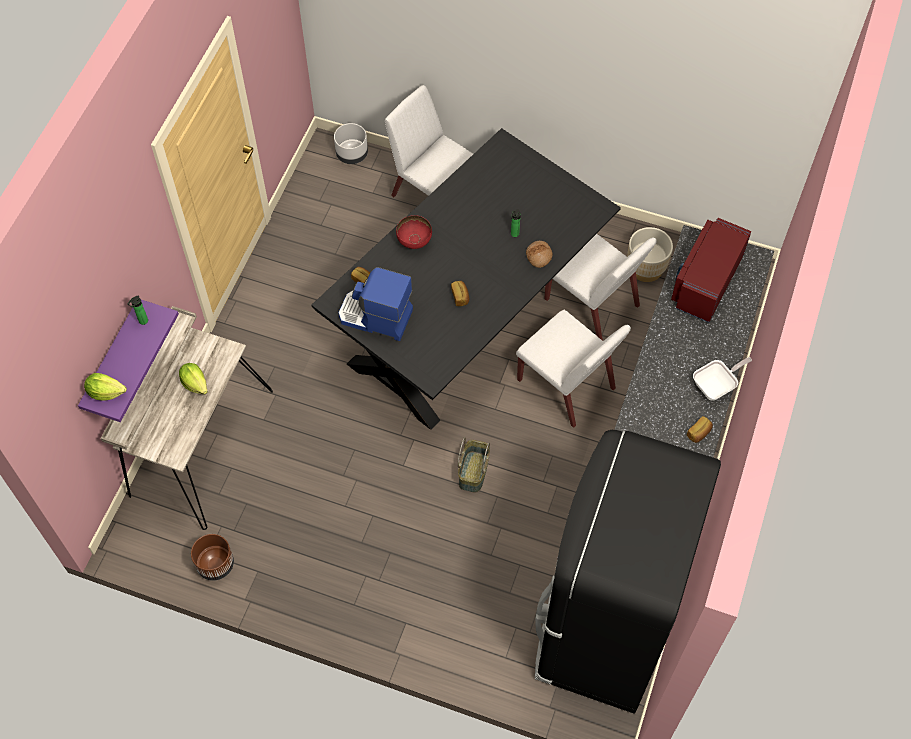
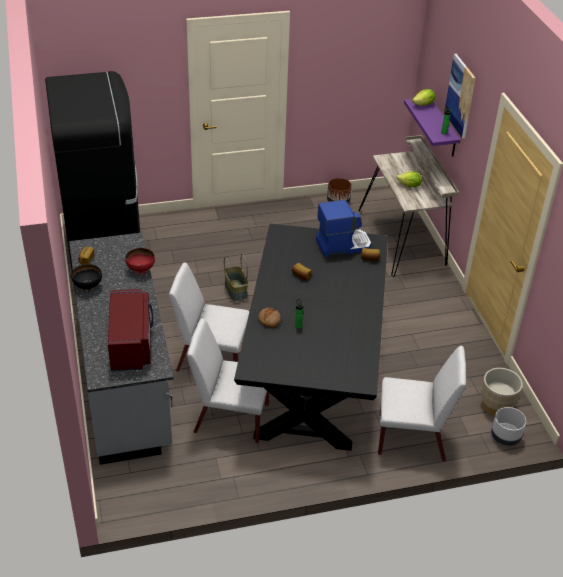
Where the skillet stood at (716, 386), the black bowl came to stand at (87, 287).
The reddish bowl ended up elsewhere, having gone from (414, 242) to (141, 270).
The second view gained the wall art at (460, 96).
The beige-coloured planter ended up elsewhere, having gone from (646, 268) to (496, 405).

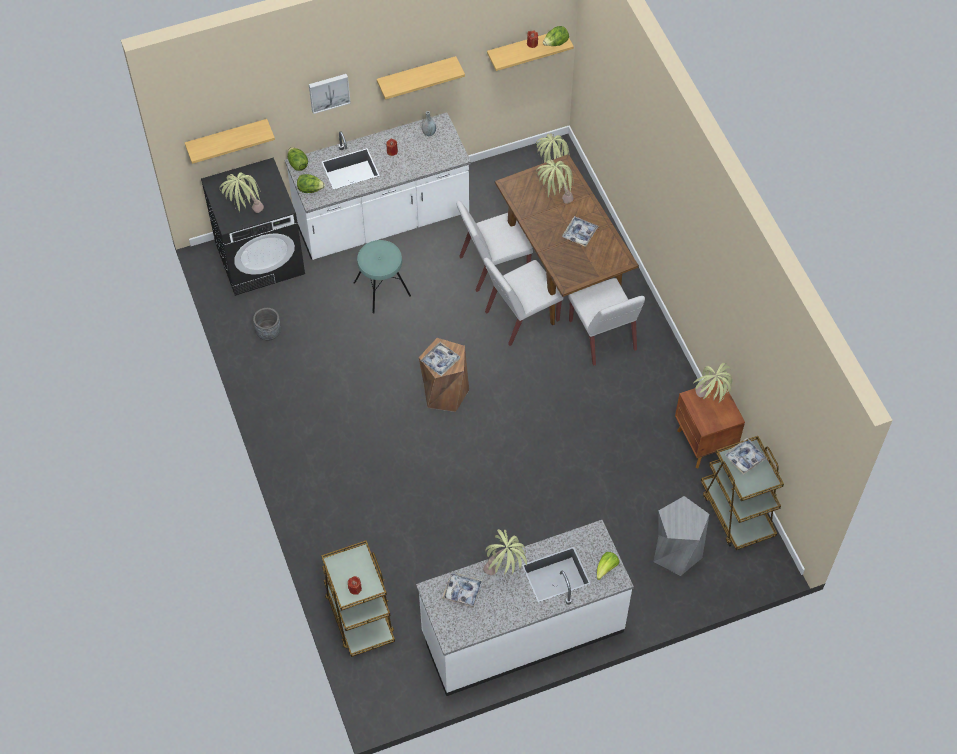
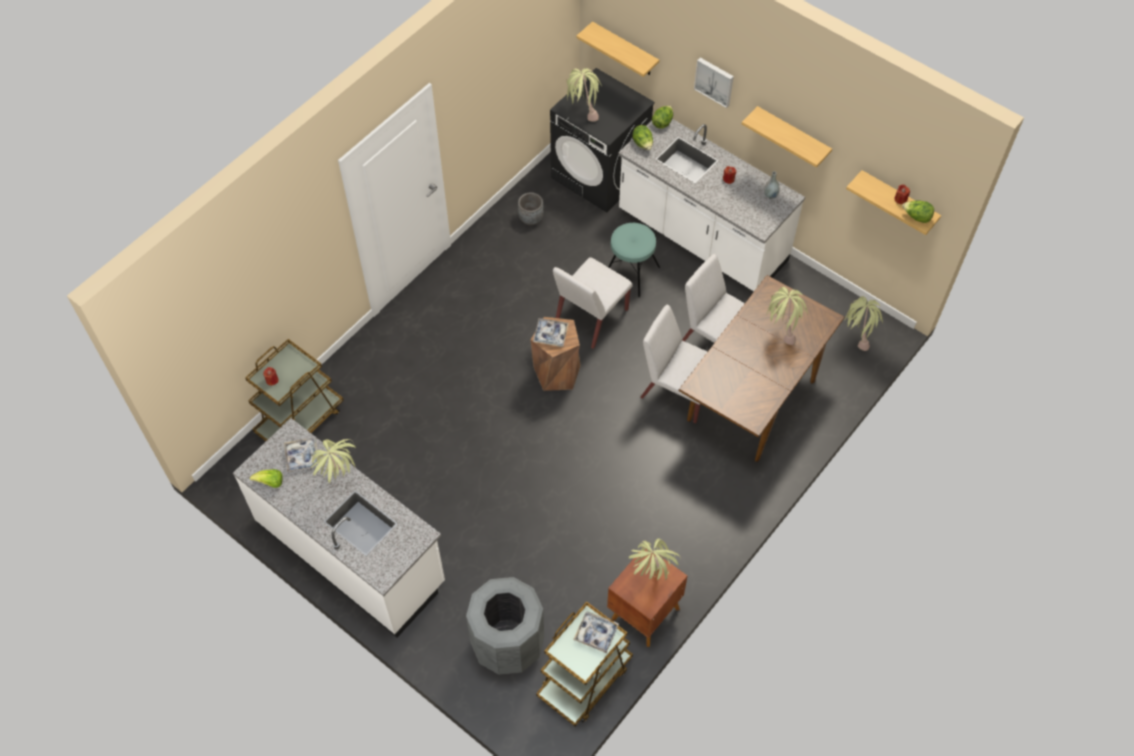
The lettuce ended up elsewhere, having gone from (606, 568) to (270, 482).
Where the grey sitting stool stood at (676, 552), the grey trash can came to stand at (508, 644).
The white plain chair ended up elsewhere, having gone from (603, 336) to (590, 318).
The second view lost the carrying tray at (579, 233).

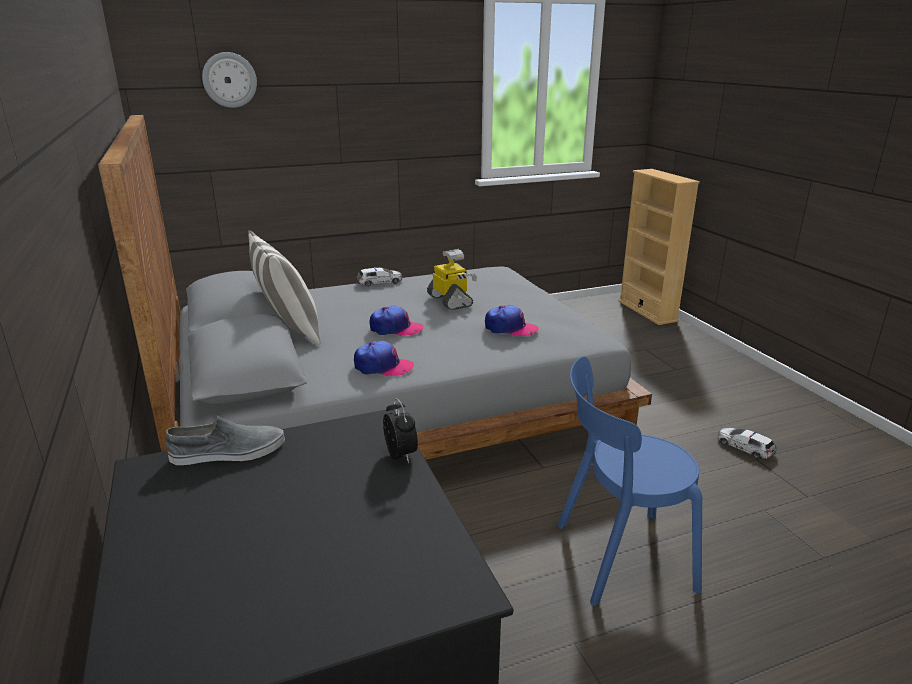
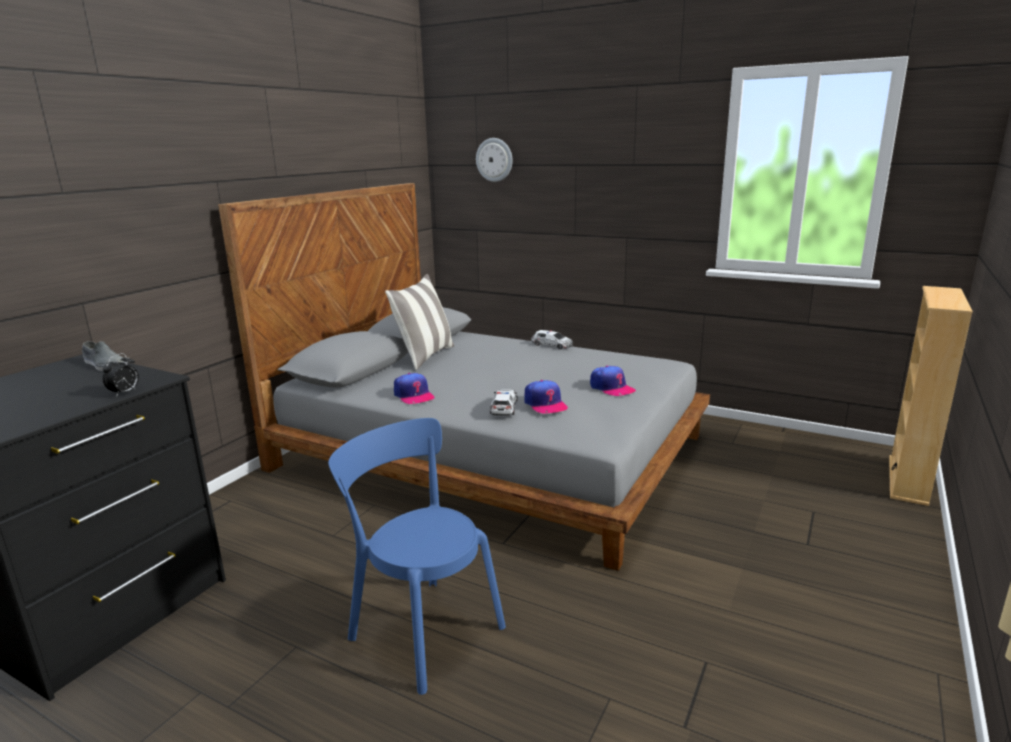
The toy car ended up elsewhere, having gone from (744, 447) to (504, 407).
The cap ended up elsewhere, having gone from (395, 329) to (611, 388).
The second view lost the toy robot at (450, 301).

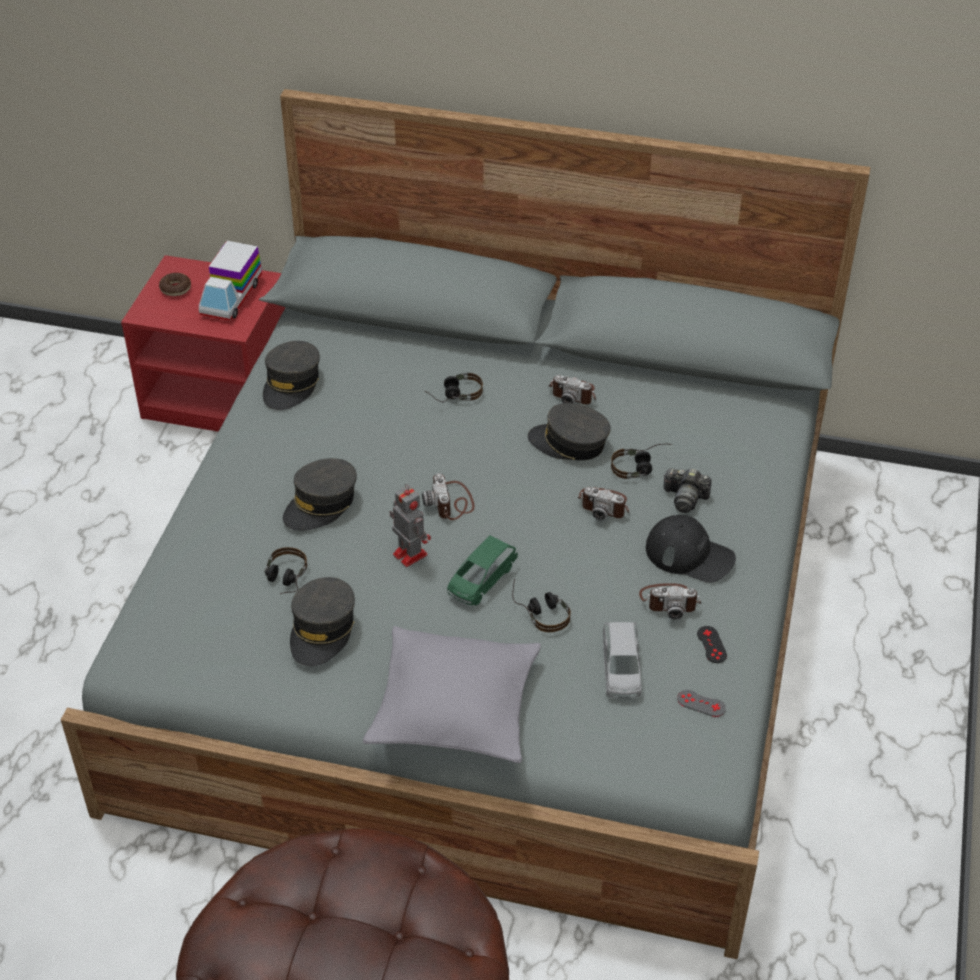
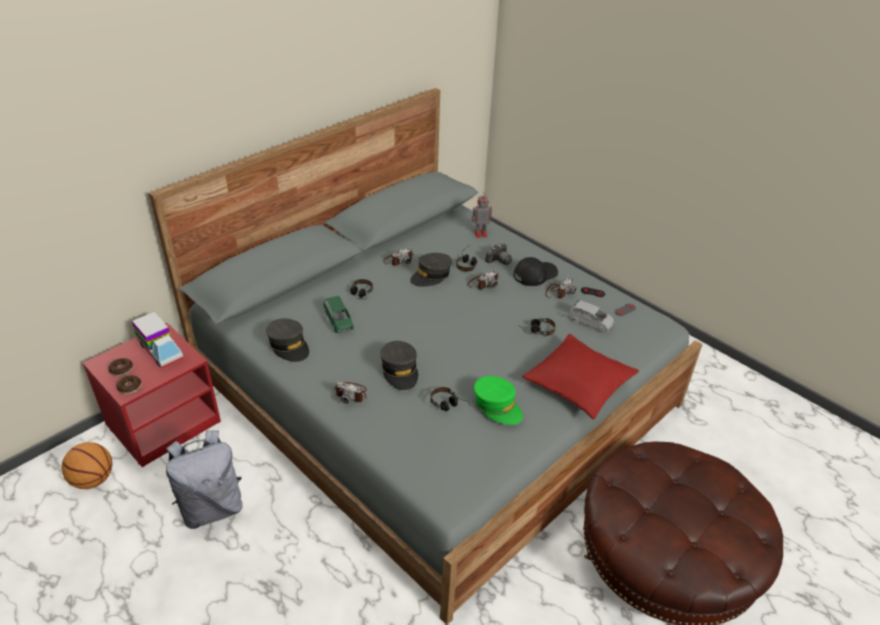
The second view gained the basketball at (93, 479).
The second view gained the donut at (130, 387).
The second view gained the grey backpack at (212, 507).
The green-coloured toy car ended up elsewhere, having gone from (481, 580) to (338, 321).
The still camera ended up elsewhere, having gone from (451, 502) to (351, 393).
The toy robot ended up elsewhere, having gone from (409, 553) to (479, 233).
What was the grey cap at (322, 630) turned into the green-coloured cap at (497, 406).
What was the grey pillow at (454, 707) turned into the reddish pillow at (578, 383).

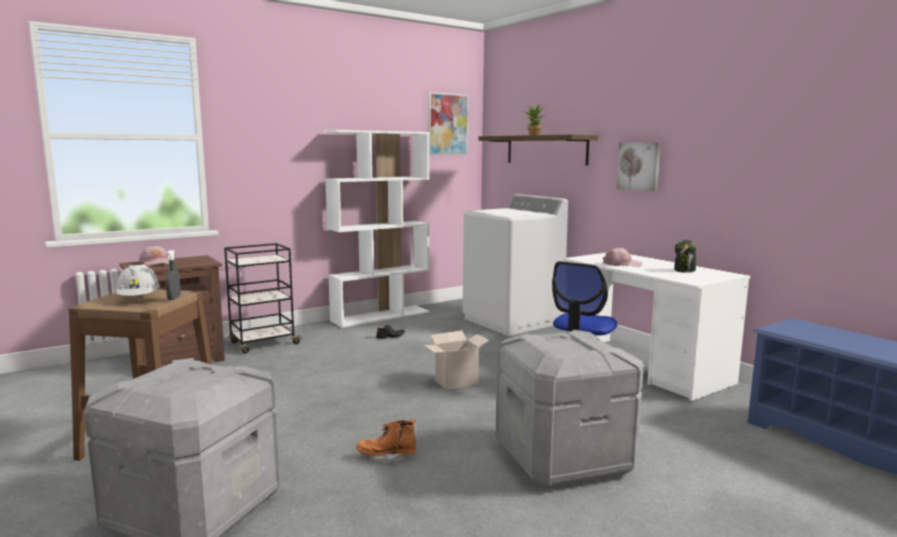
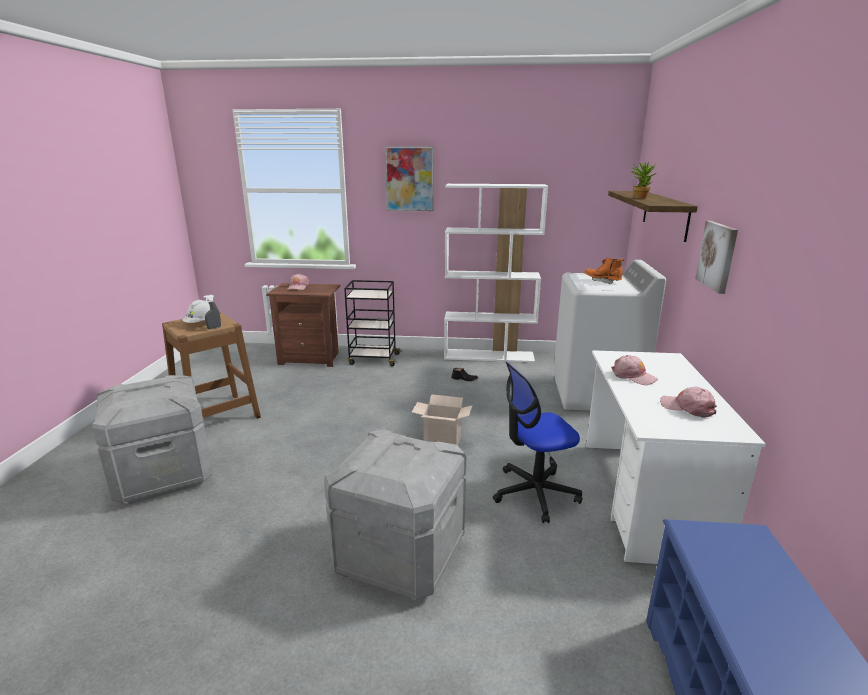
The wall art ended up elsewhere, having gone from (447, 124) to (409, 179).
The orange-coloured tall boot ended up elsewhere, having gone from (387, 457) to (602, 281).
Where the storage jar stood at (684, 270), the pink cap came to stand at (687, 407).

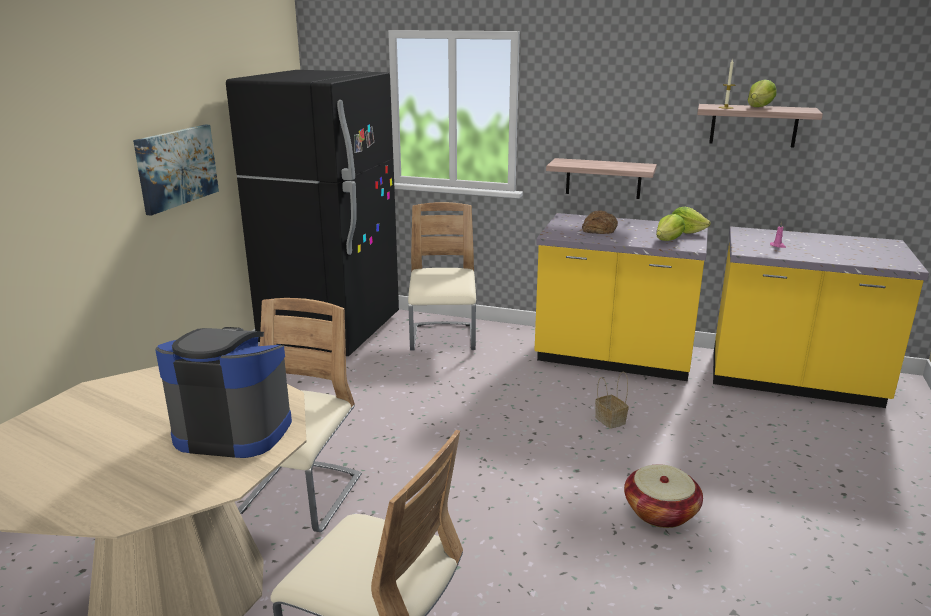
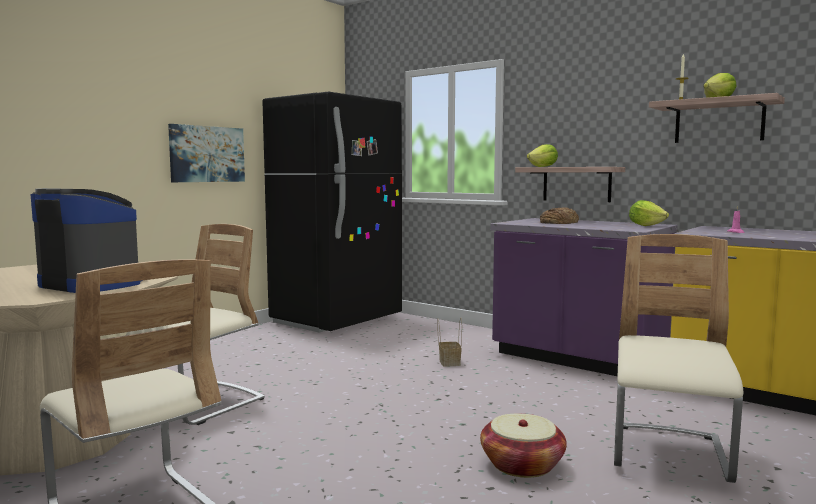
The storage basket ended up elsewhere, having gone from (609, 420) to (449, 362).
What was the yellow-coloured kitchen base unit at (613, 358) turned into the purple kitchen base unit at (577, 359).
The lettuce ended up elsewhere, having gone from (668, 240) to (543, 167).
The beige-coloured plain chair ended up elsewhere, having gone from (443, 339) to (669, 455).

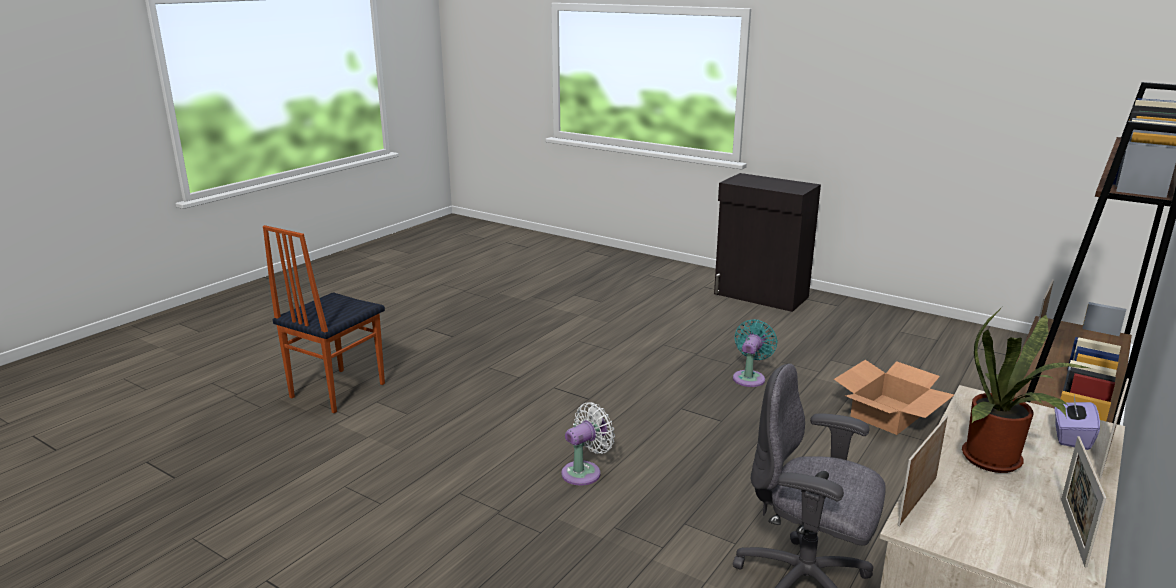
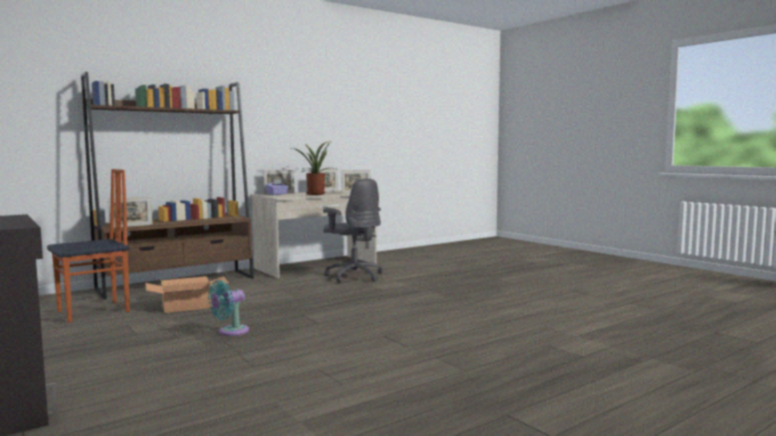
The plain chair ended up elsewhere, having gone from (336, 390) to (94, 312).
The second view lost the white fan at (584, 472).

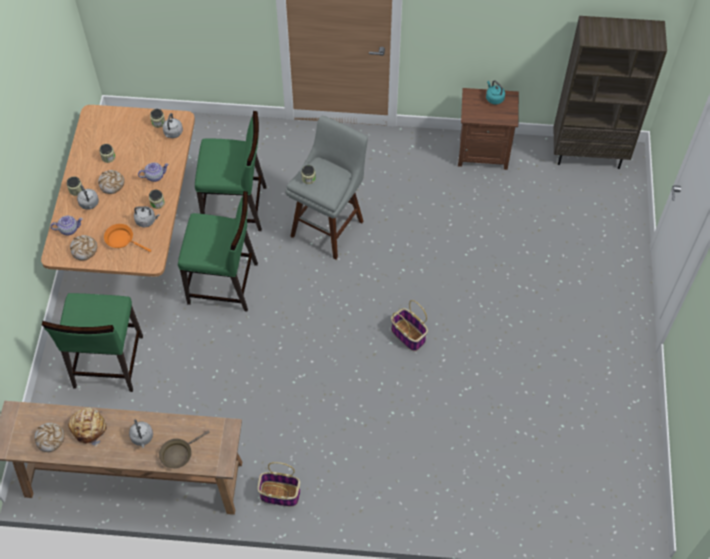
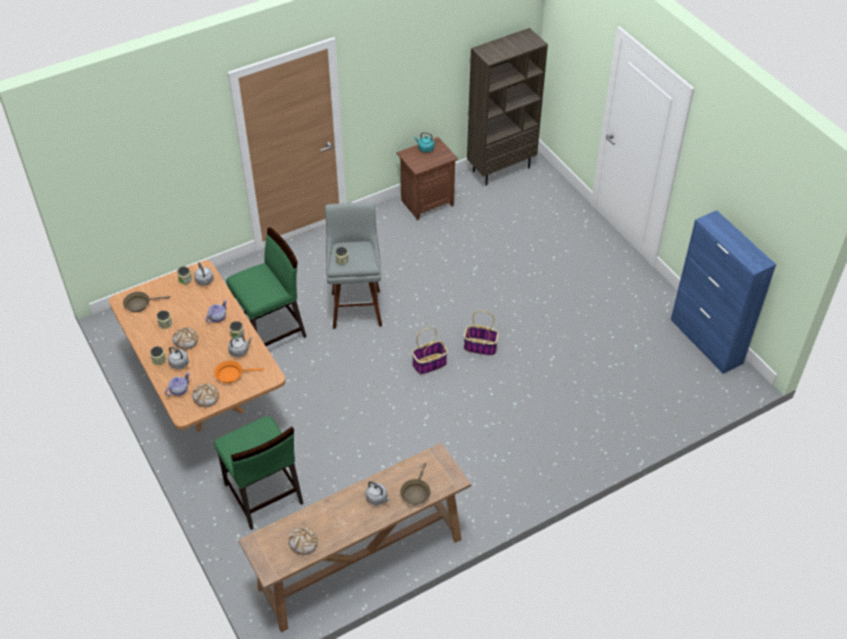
The second view gained the brown-coloured skillet at (140, 304).
The storage basket ended up elsewhere, having gone from (279, 494) to (429, 364).
The second view gained the bluish cabinet at (706, 341).
The second view lost the bread at (89, 428).
The second view lost the green-coloured plain chair at (223, 284).

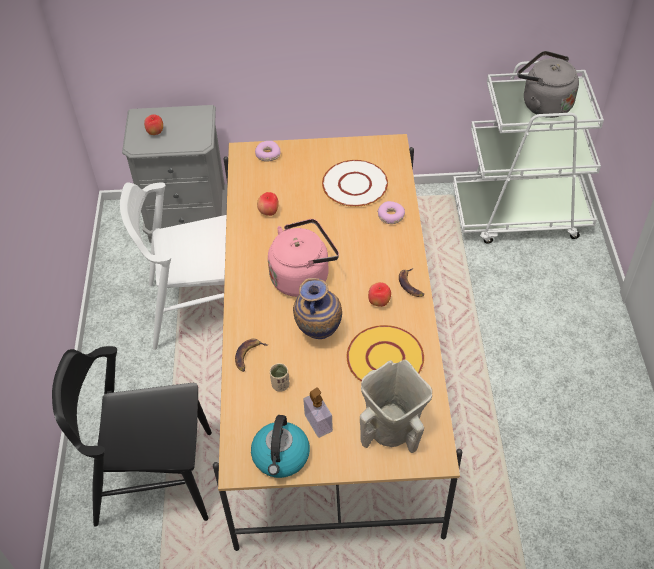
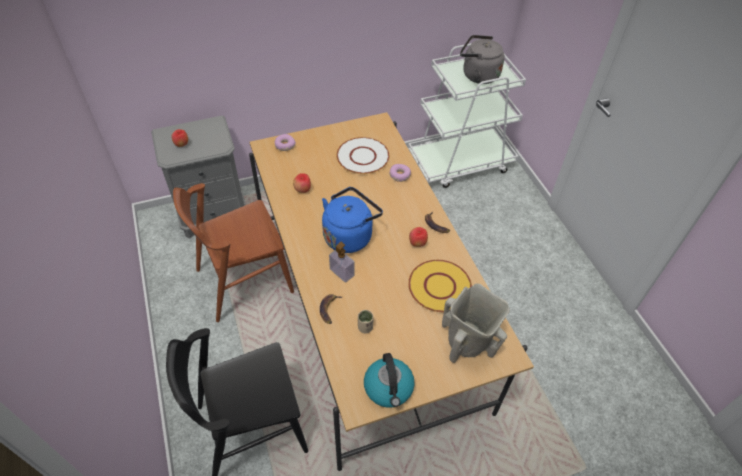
What was the white plain chair at (199, 308) turned into the brown-coloured plain chair at (244, 281).
What was the pink tea kettle at (303, 276) turned into the bluish tea kettle at (349, 235).
The soap dispenser ended up elsewhere, having gone from (318, 423) to (342, 272).
The second view lost the vase at (318, 334).

